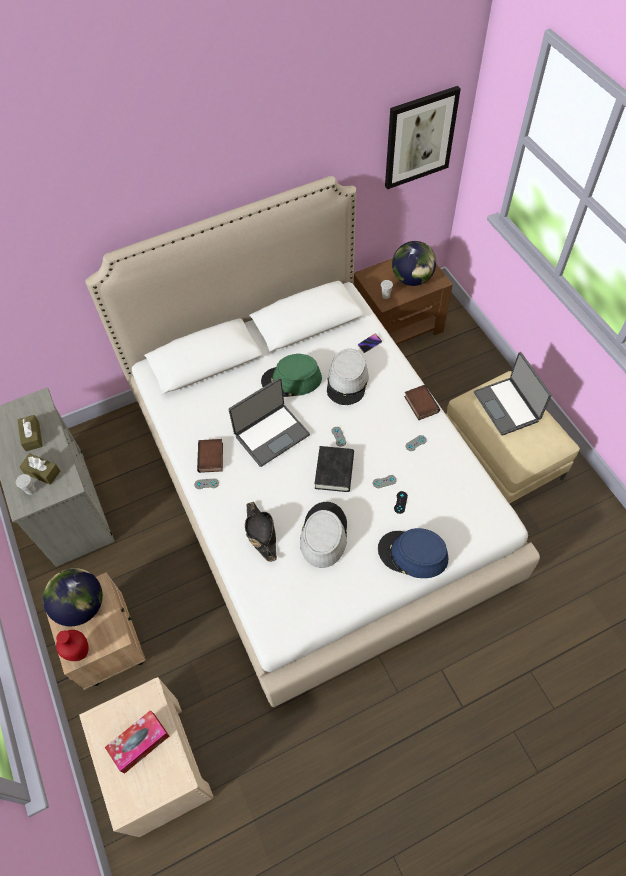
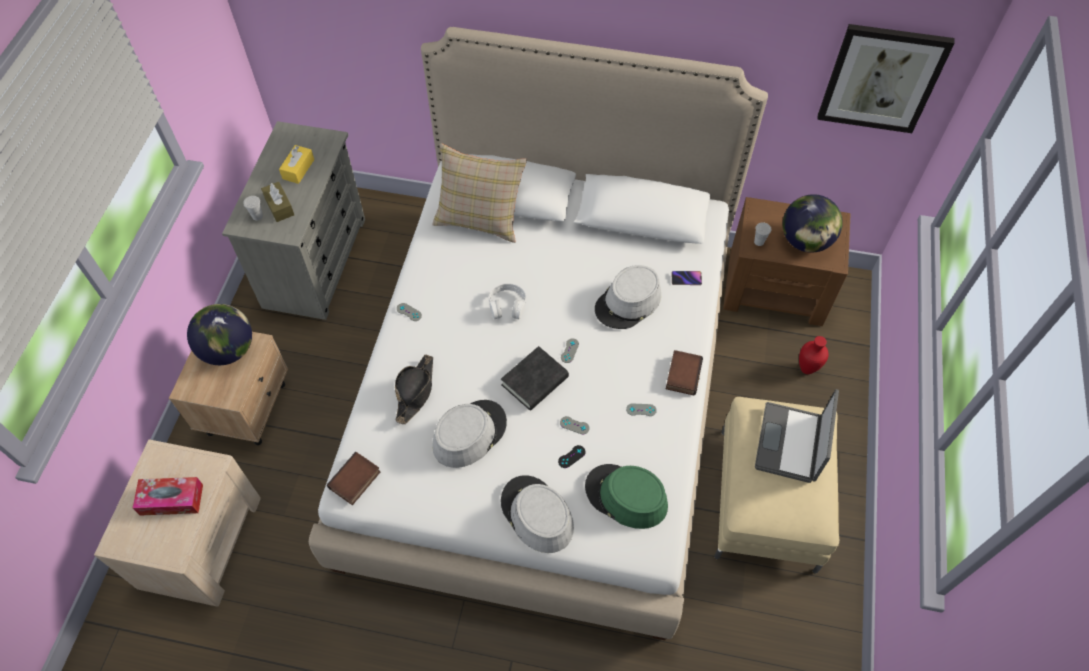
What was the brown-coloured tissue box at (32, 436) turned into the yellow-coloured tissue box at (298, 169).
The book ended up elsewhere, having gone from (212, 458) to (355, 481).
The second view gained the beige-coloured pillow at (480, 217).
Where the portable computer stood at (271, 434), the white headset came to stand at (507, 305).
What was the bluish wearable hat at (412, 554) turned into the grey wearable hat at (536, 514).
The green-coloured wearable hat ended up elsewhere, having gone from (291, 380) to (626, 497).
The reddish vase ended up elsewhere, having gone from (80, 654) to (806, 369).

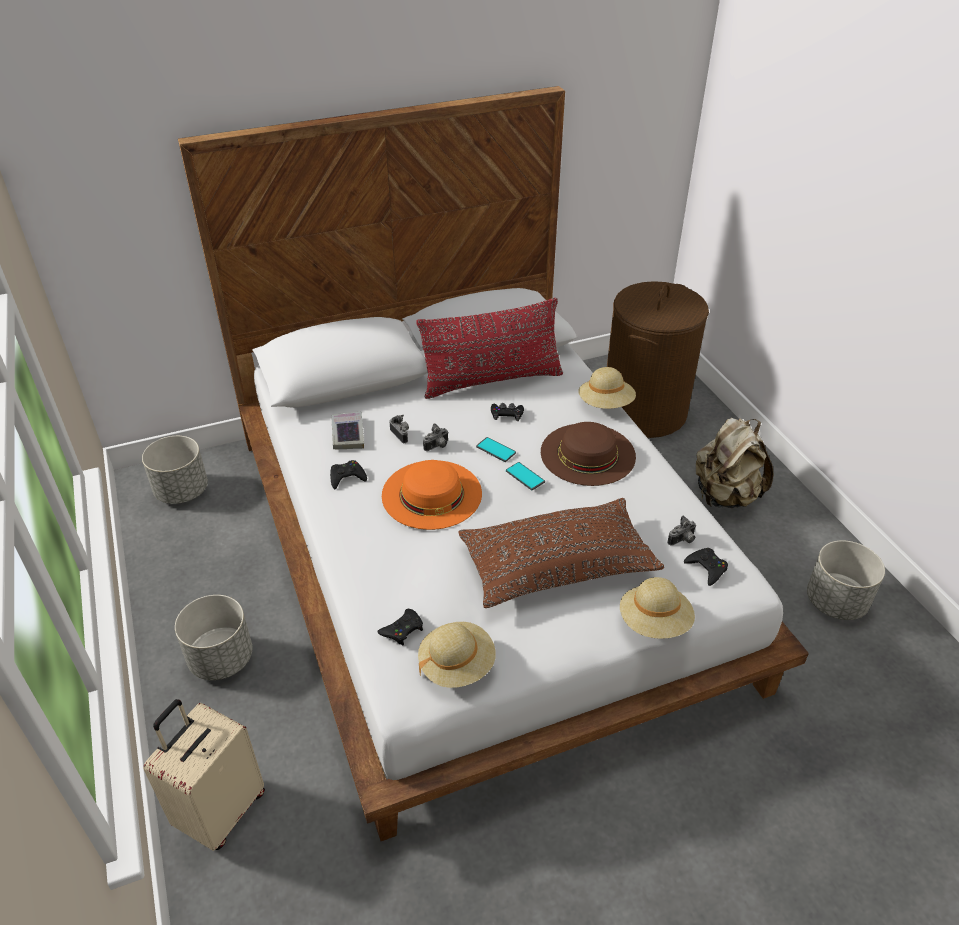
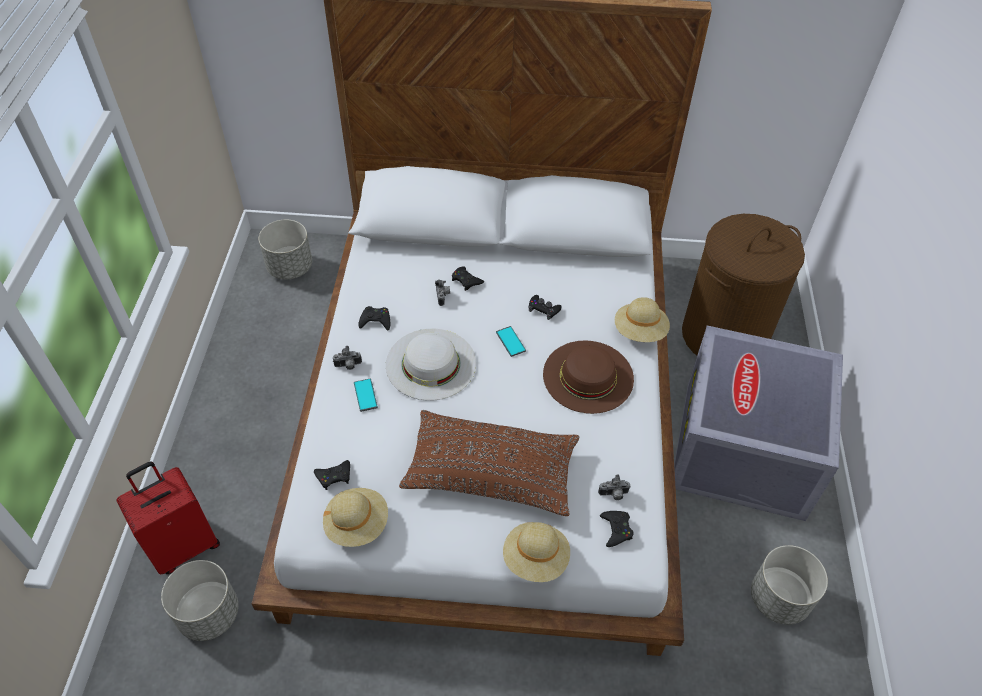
What was the beige-coloured suitcase at (220, 810) turned into the reddish suitcase at (184, 545).
The grey planter ended up elsewhere, having gone from (221, 658) to (208, 613).
The still camera ended up elsewhere, having gone from (437, 447) to (348, 366).
The handset ended up elsewhere, having gone from (525, 476) to (365, 395).
What was the orange-coloured wearable hat at (432, 494) turned into the white wearable hat at (431, 364).
The second view gained the black joypad at (466, 280).
Where the beige-coloured backpack stood at (725, 496), the grey storage bin came to stand at (745, 451).
The second view lost the book at (348, 434).
The second view lost the reddish pillow at (492, 380).

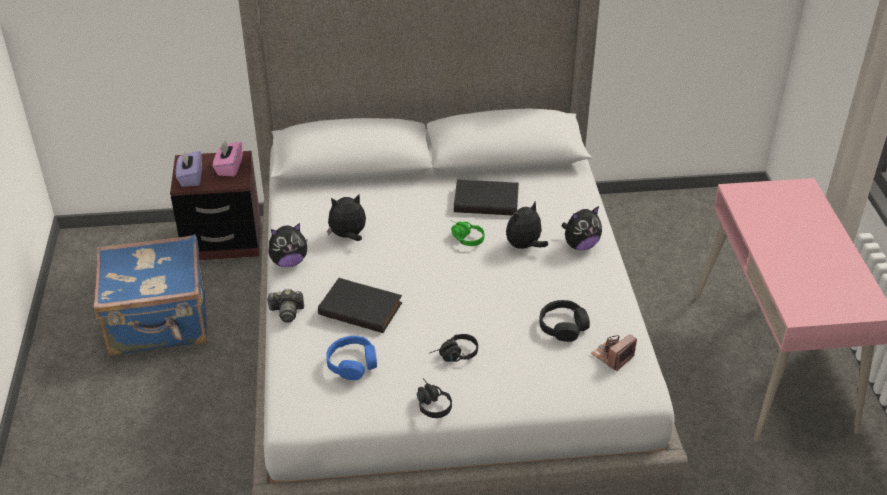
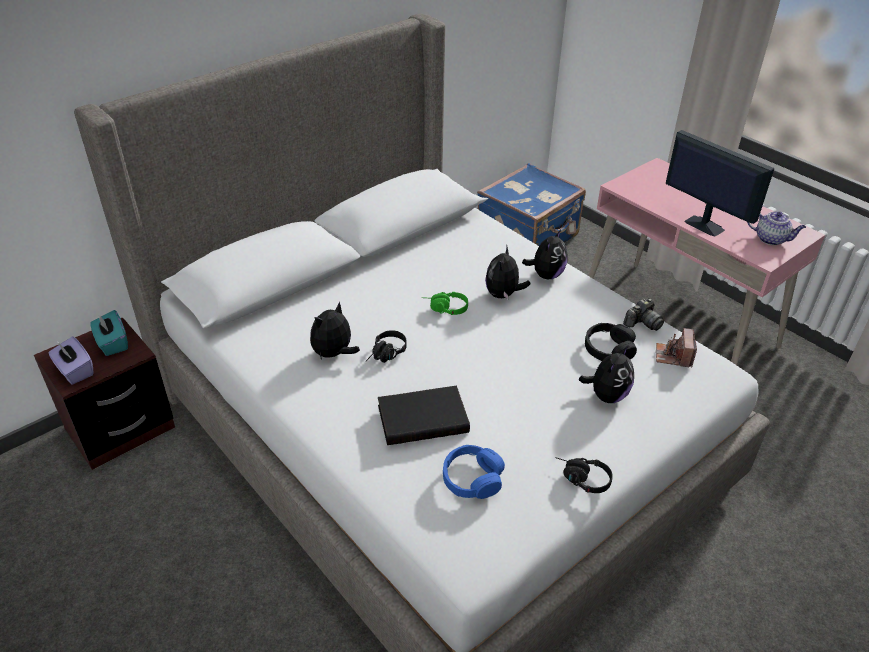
What was the pink tissue box at (229, 168) turned into the turquoise tissue box at (112, 343).
The black headset ended up elsewhere, having gone from (454, 355) to (386, 355).
The bluish suitcase ended up elsewhere, having gone from (159, 323) to (528, 238).
The soft toy ended up elsewhere, having gone from (289, 262) to (607, 395).
The still camera ended up elsewhere, having gone from (287, 312) to (642, 323).
The second view gained the computer screen at (703, 225).
The second view gained the teapot at (771, 239).
The second view lost the black book at (486, 200).

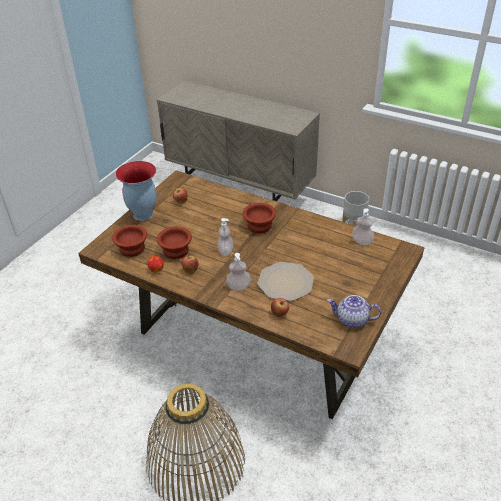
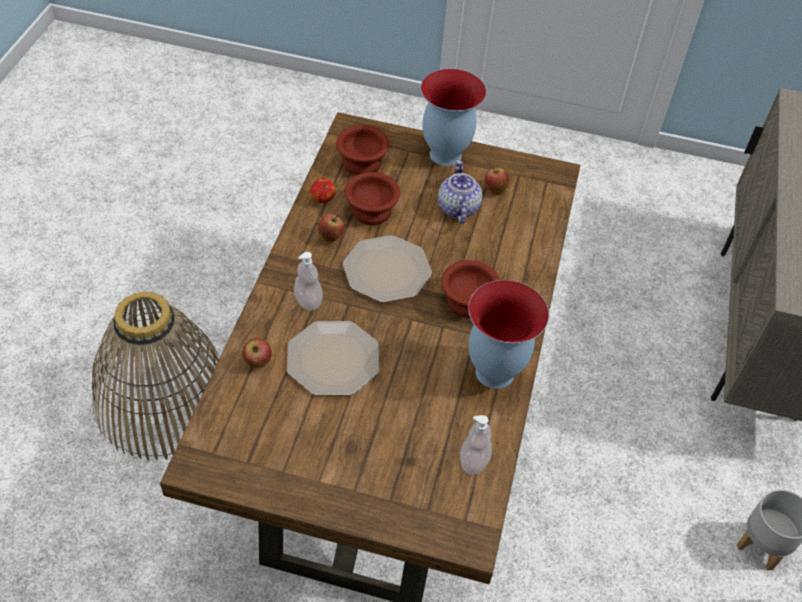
Where the soap dispenser stood at (225, 251), the flat dish came to stand at (387, 269).
The teapot ended up elsewhere, having gone from (352, 320) to (457, 208).
The second view gained the vase at (493, 371).

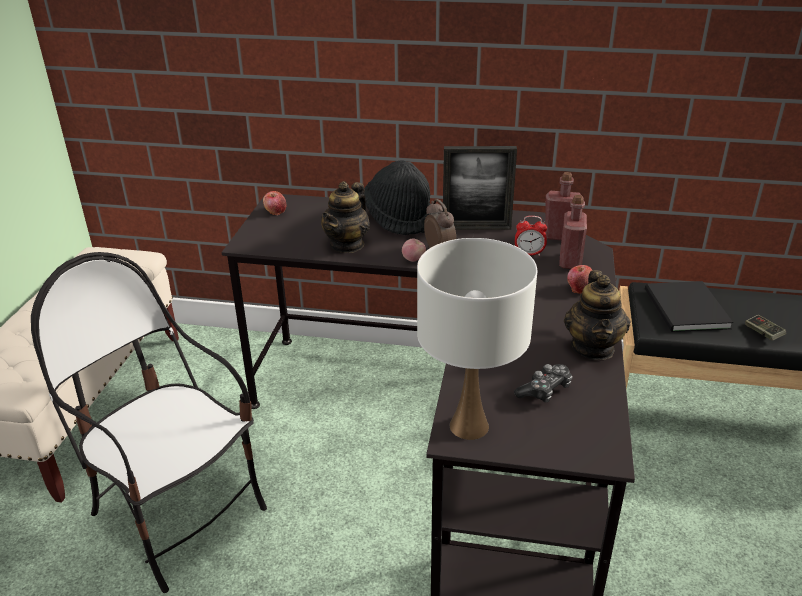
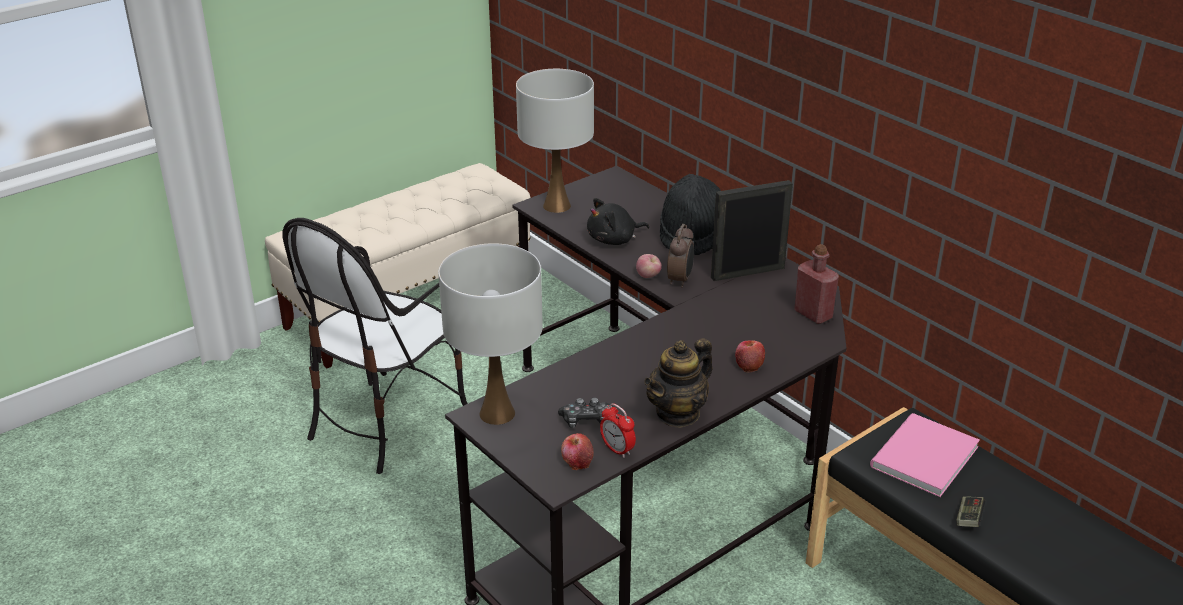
The plain chair at (177, 516) ended up facing another way, 135 degrees counterclockwise from before.
The second view gained the white lamp for a table at (556, 205).
The apple fruit ended up elsewhere, having gone from (275, 211) to (577, 462).
Where the teapot stood at (347, 244), the black soft toy came to stand at (614, 240).
The alarm clock ended up elsewhere, having gone from (529, 253) to (617, 450).
The picture frame at (476, 228) ended up facing another way, 120 degrees clockwise from before.
What was the black book at (685, 310) turned into the pink book at (920, 457).
The second view lost the reddish beverage bottle at (570, 261).

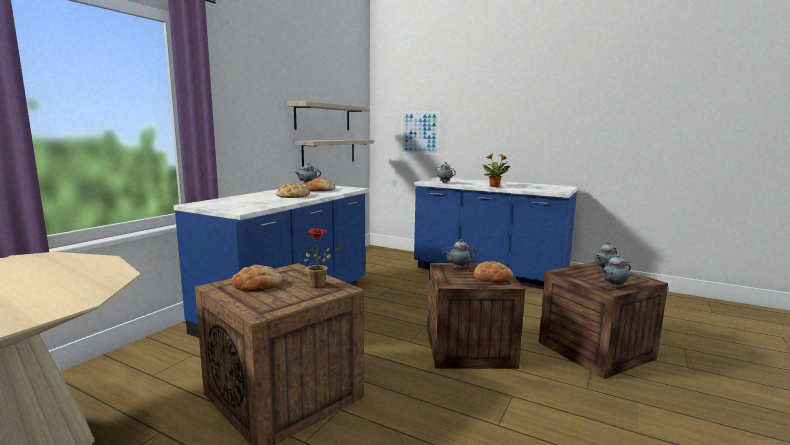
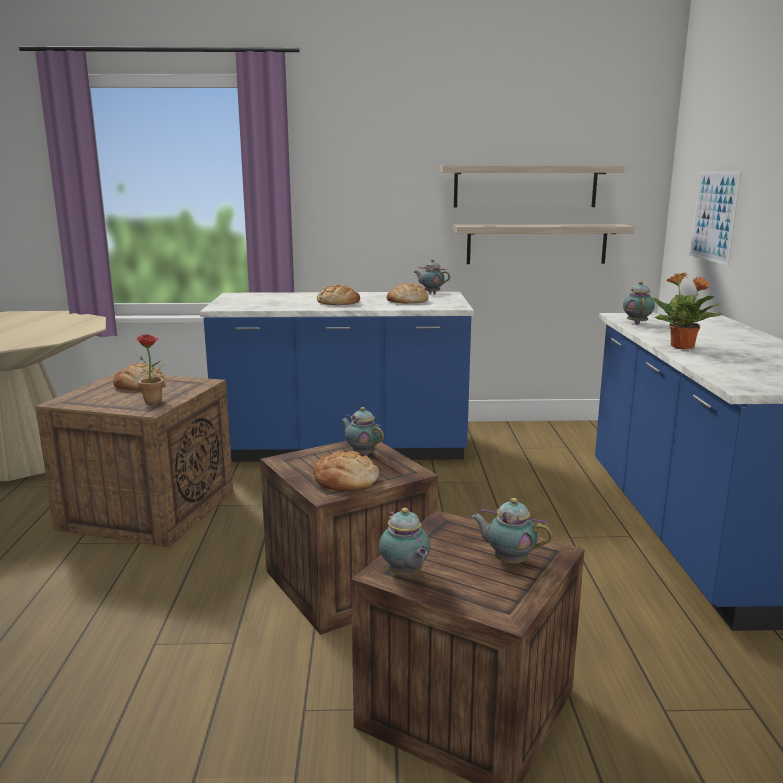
The teapot at (613, 287) ended up facing another way, 150 degrees counterclockwise from before.

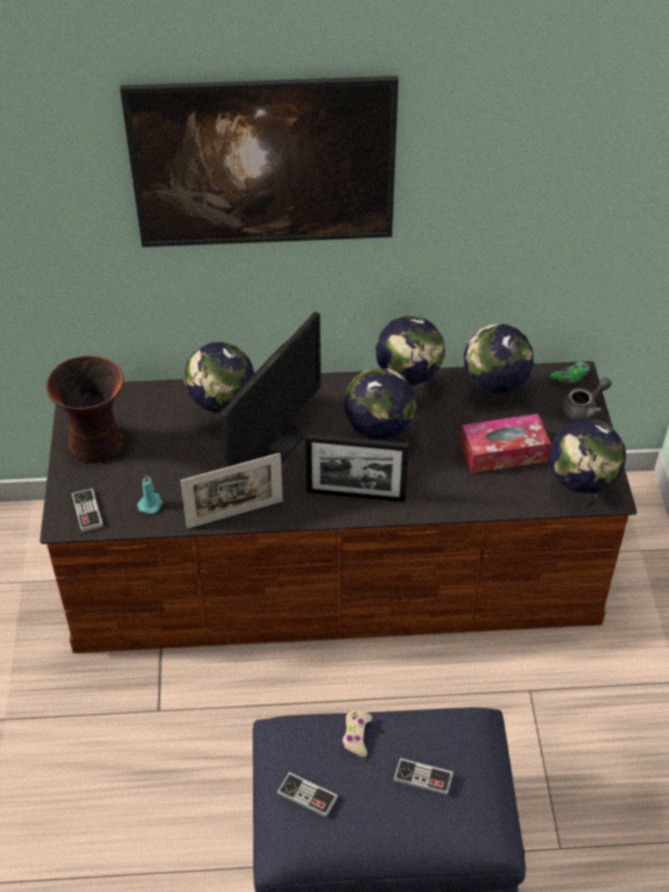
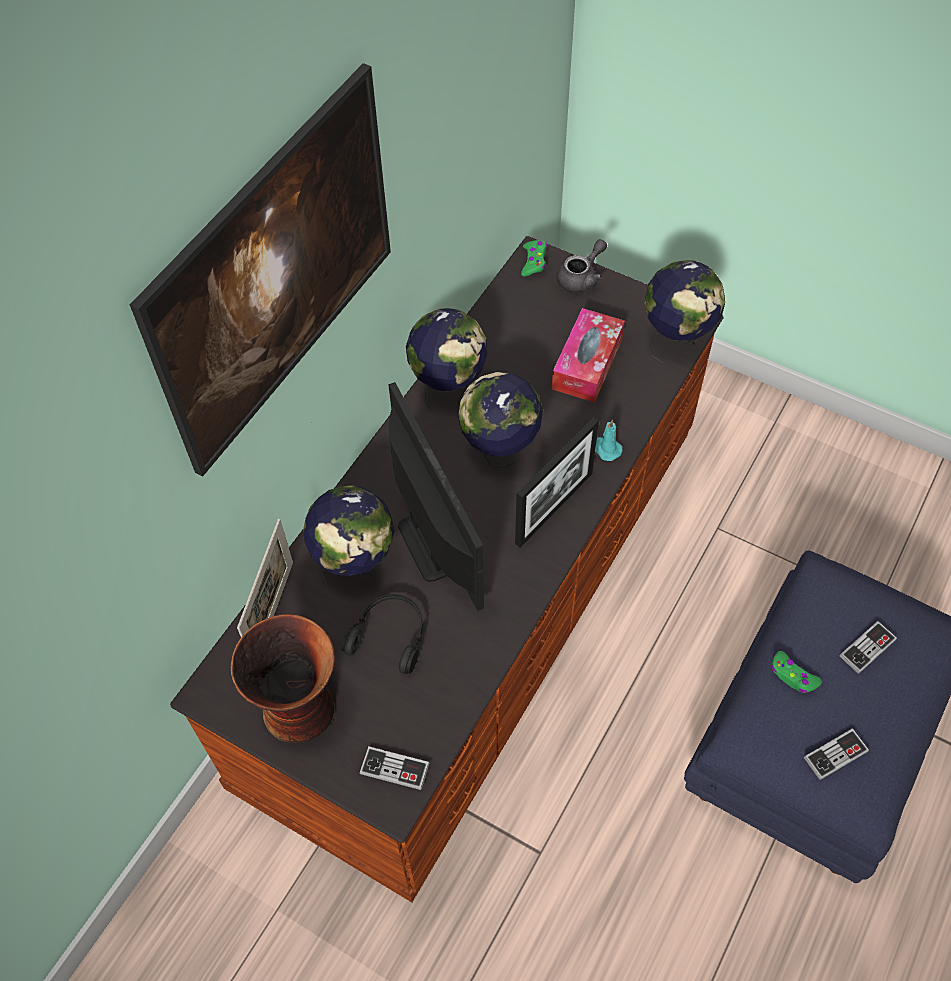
The picture frame ended up elsewhere, having gone from (235, 514) to (273, 613).
The second view gained the black headset at (390, 635).
The grey teapot at (583, 410) ended up facing another way, 45 degrees clockwise from before.
The turquoise wax light ended up elsewhere, having gone from (151, 504) to (606, 449).
What was the beige-coloured joypad at (356, 736) turned into the green-coloured joypad at (793, 676).
The second view lost the globe at (493, 397).

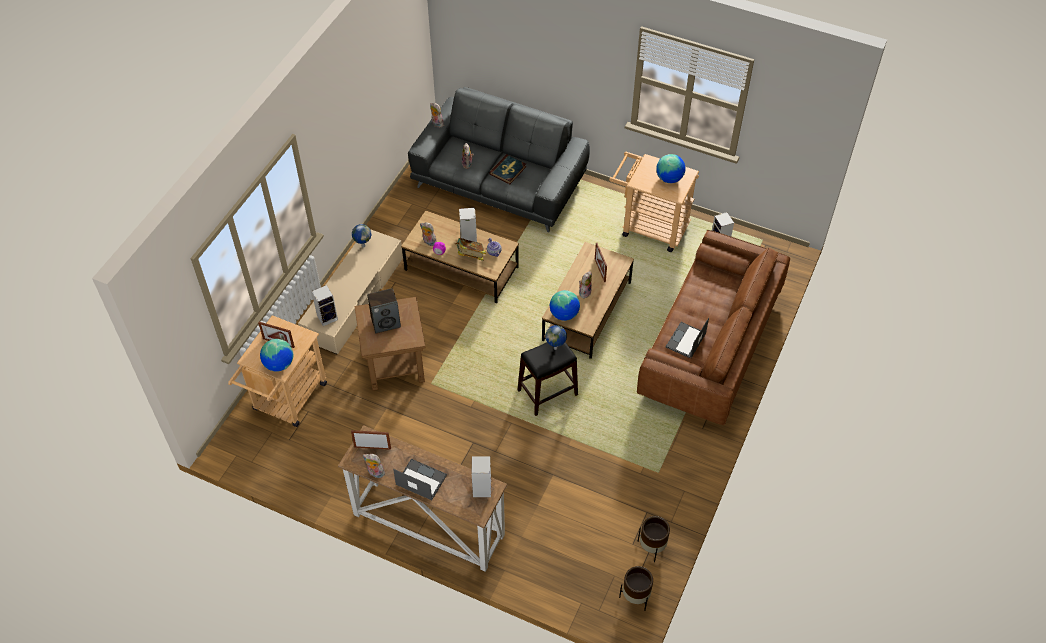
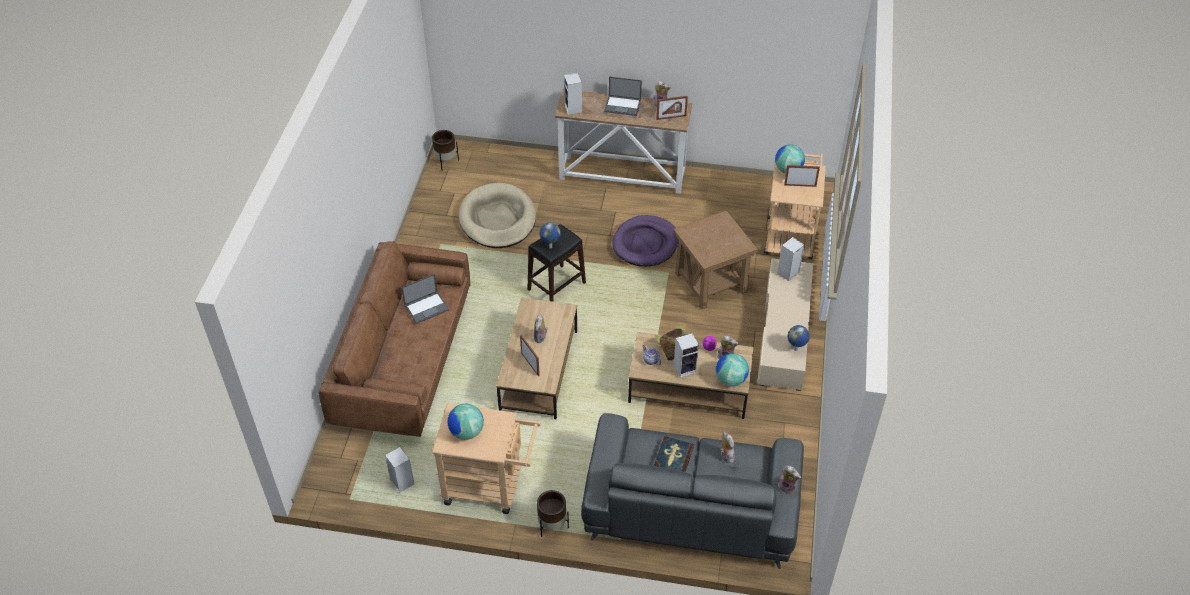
The portable computer at (685, 341) ended up facing another way, 45 degrees clockwise from before.
The second view gained the beige-coloured dog cushion at (498, 219).
The brown-coloured planter ended up elsewhere, having gone from (652, 547) to (552, 525).
The second view gained the purple dog cushion at (645, 243).
The globe ended up elsewhere, having gone from (564, 314) to (730, 379).
The second view lost the loudspeaker at (386, 323).

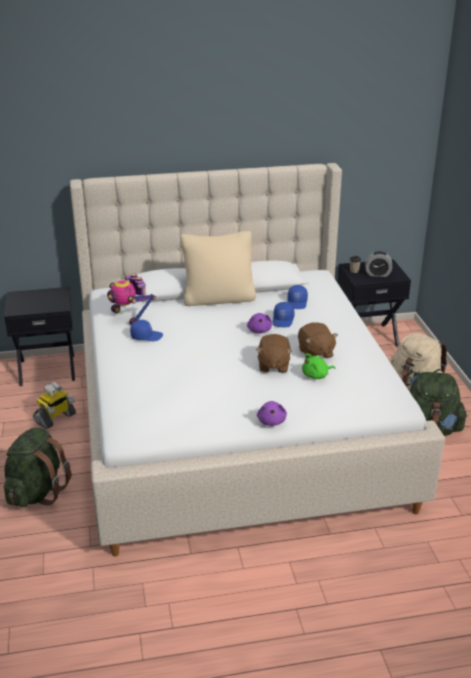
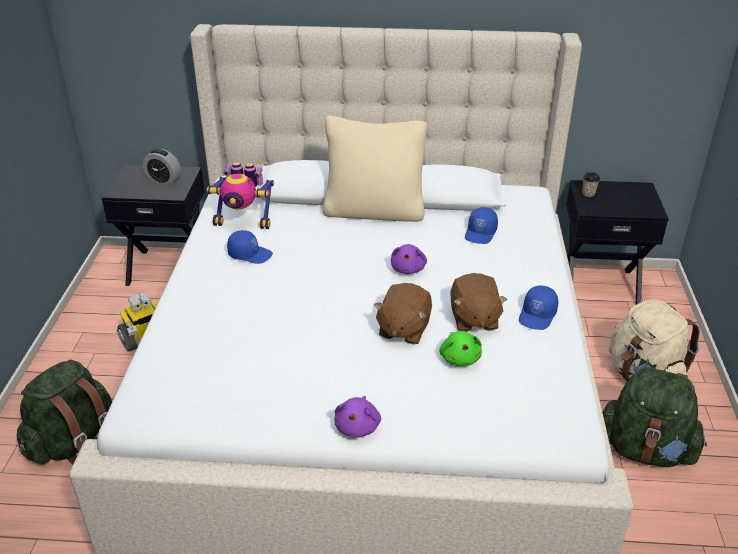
The alarm clock ended up elsewhere, having gone from (377, 274) to (164, 180).
The toy robot at (130, 317) ended up facing another way, 60 degrees counterclockwise from before.
The green-coloured soft toy at (316, 375) ended up facing another way, 90 degrees counterclockwise from before.
The bluish cap ended up elsewhere, having gone from (283, 320) to (538, 316).

